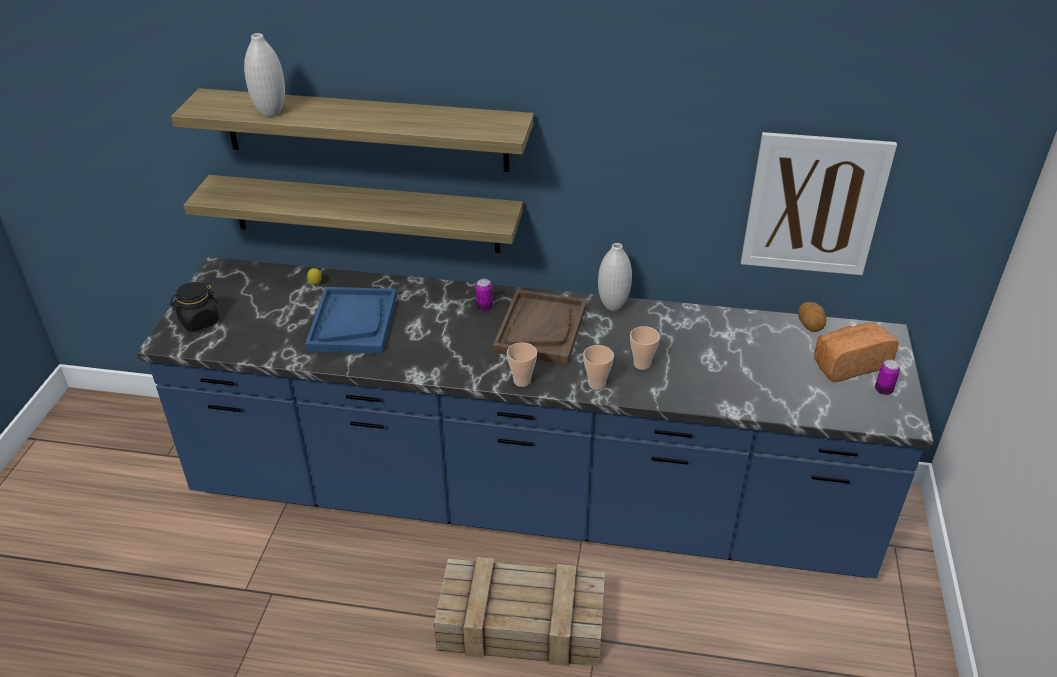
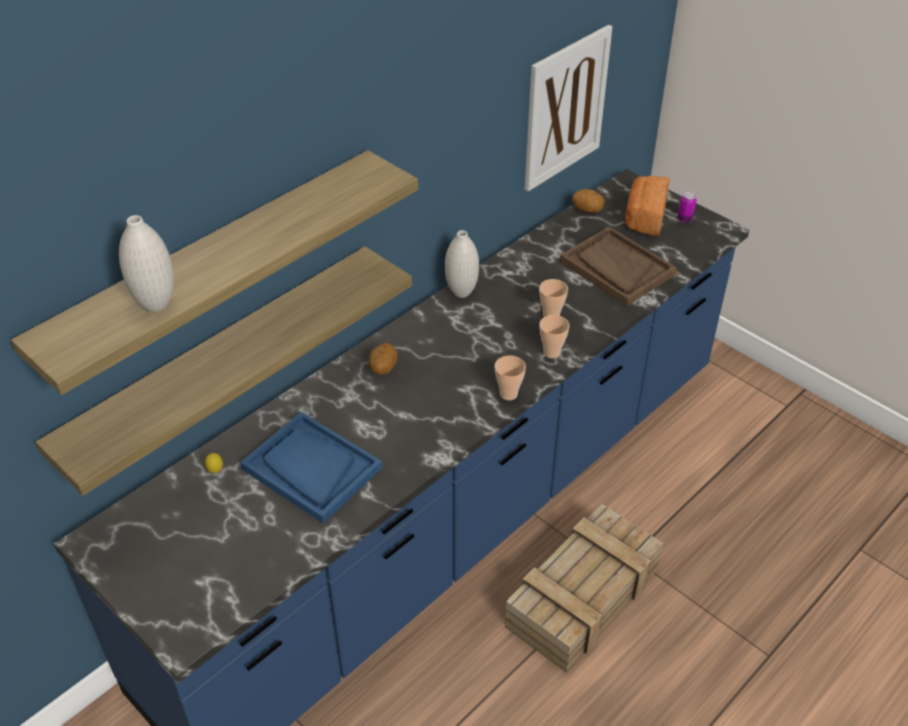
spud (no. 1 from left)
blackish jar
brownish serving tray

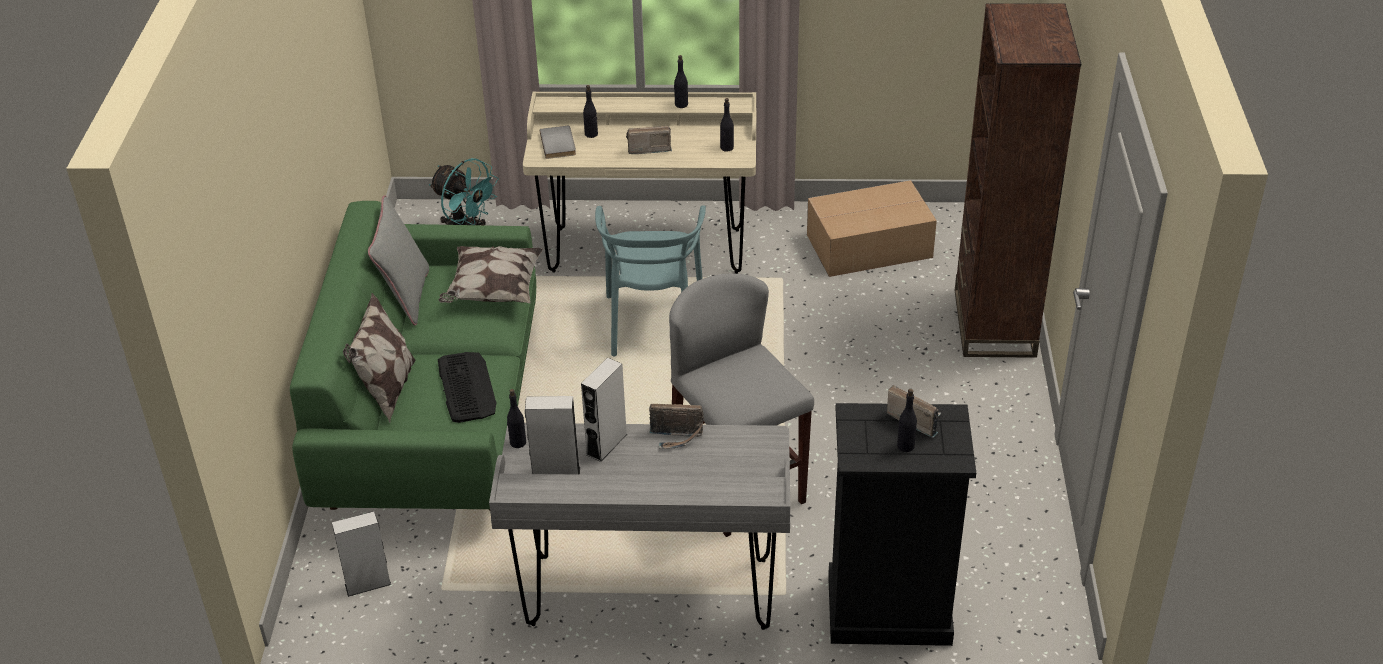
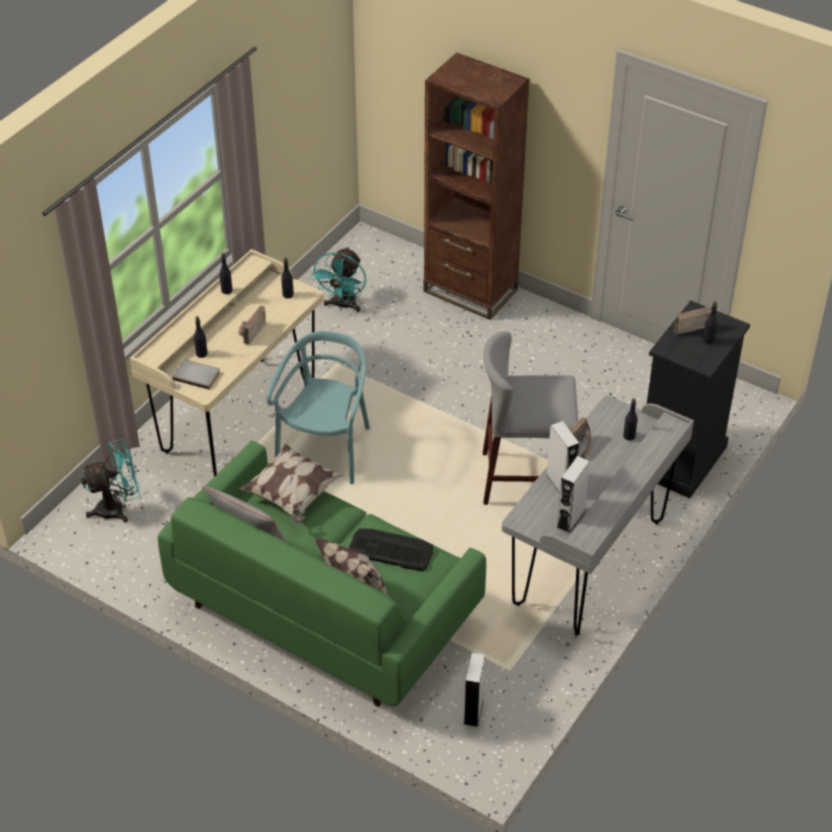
turquoise-coloured electric fan (no. 2 from left)
turquoise-coloured plain chair
blackish bottle (no. 4 from left)

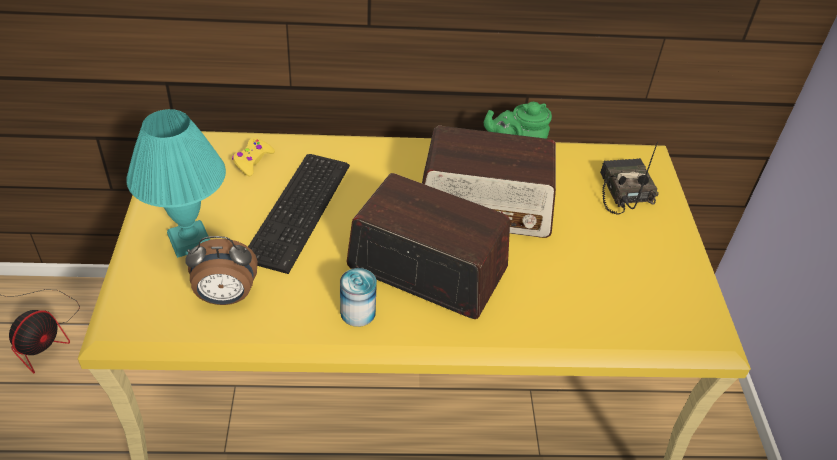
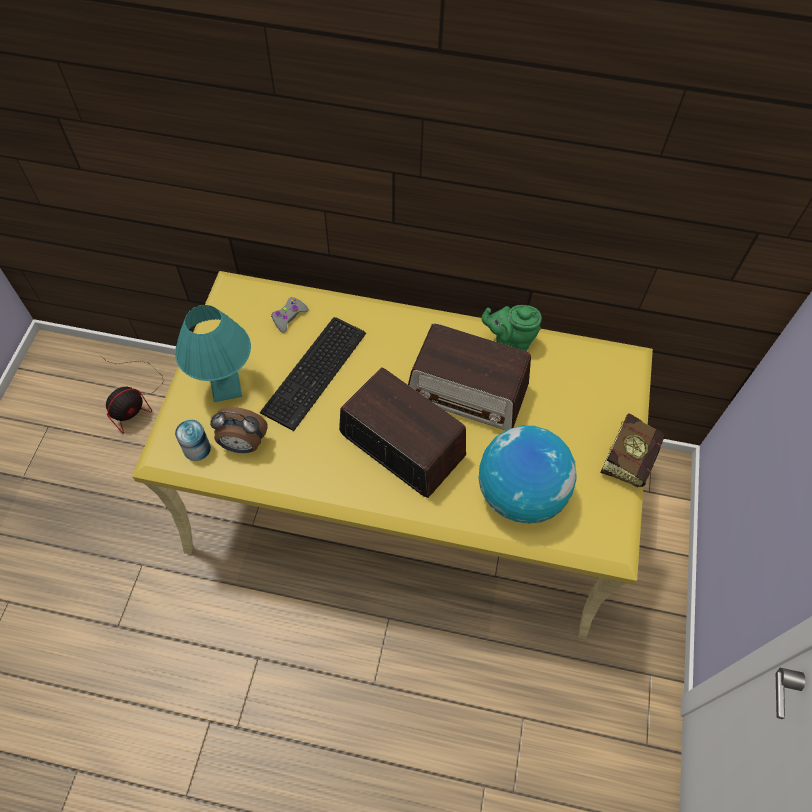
grey joypad
radio receiver (no. 3 from left in the first image)
can
book
globe

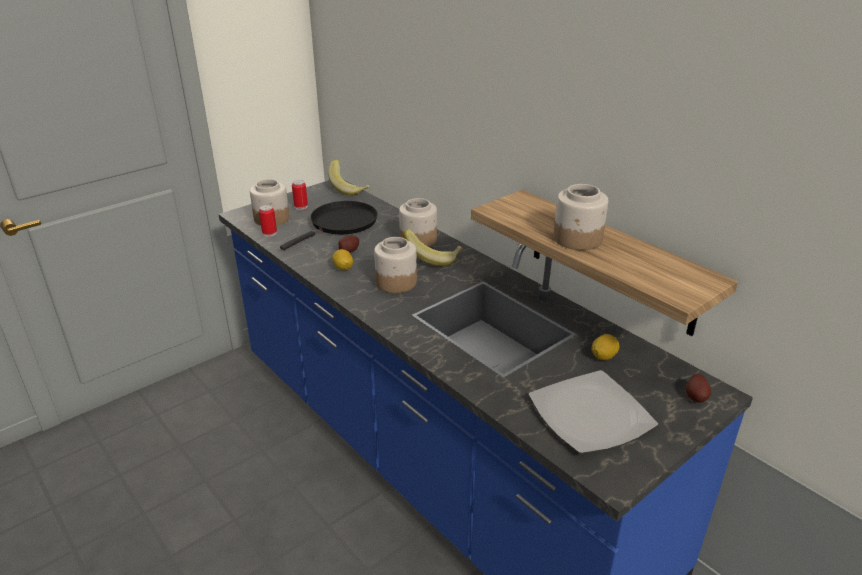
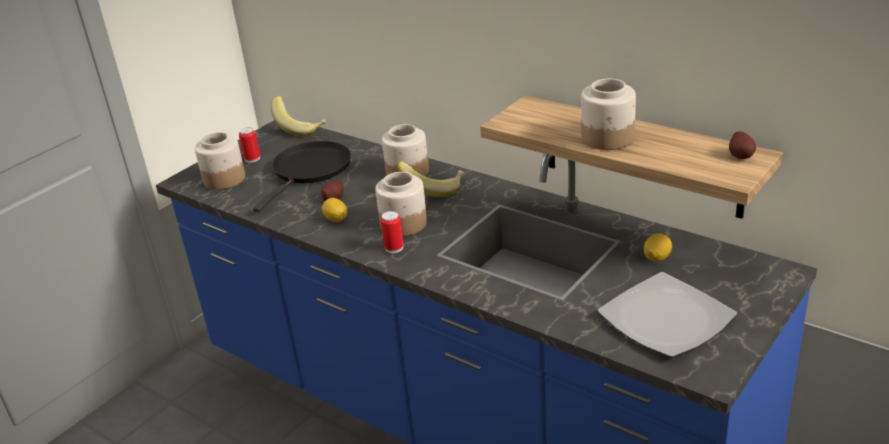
can (no. 2 from left)
spud (no. 2 from left)

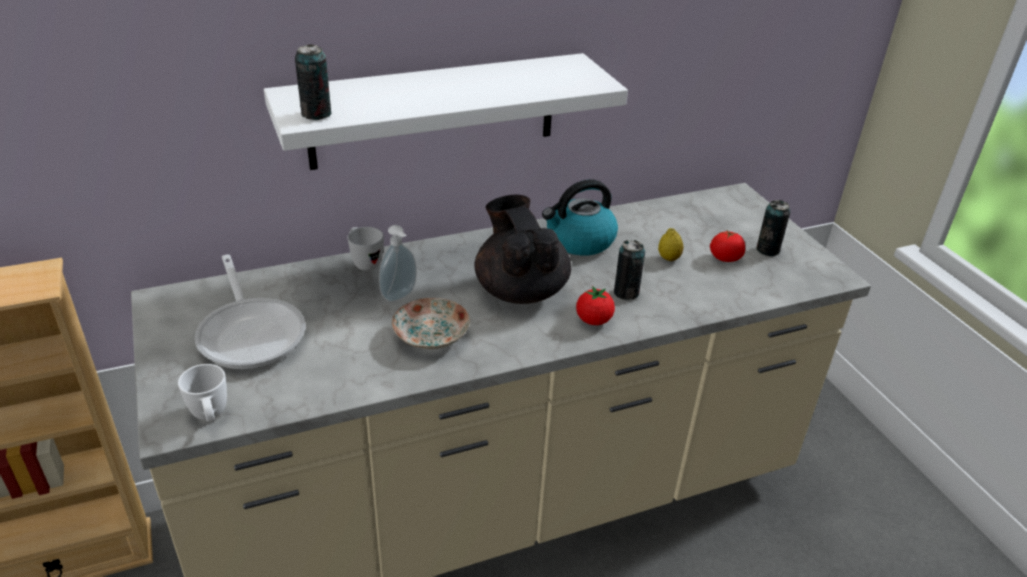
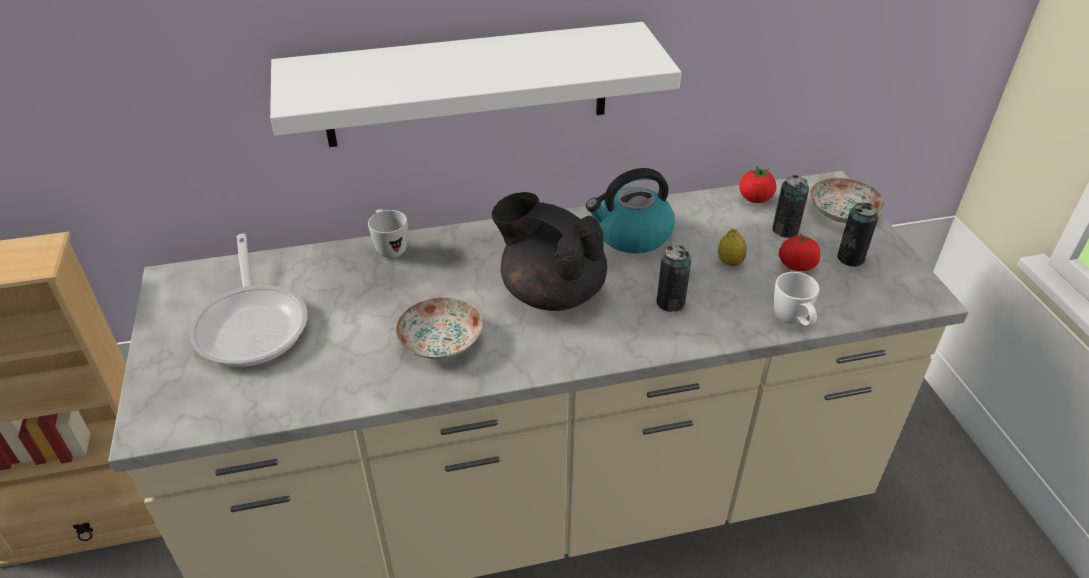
can (no. 2 from left)
blackish teapot
soap dispenser
whole tomato (no. 1 from left)
whitish tea mug (no. 2 from left)
dinner plate (no. 2 from left)

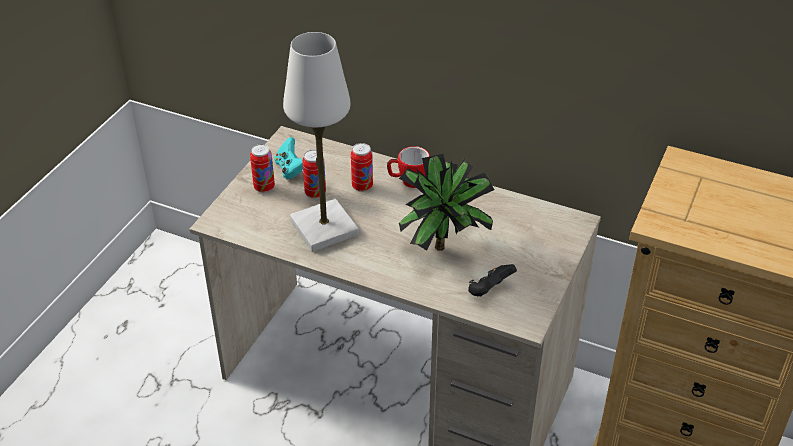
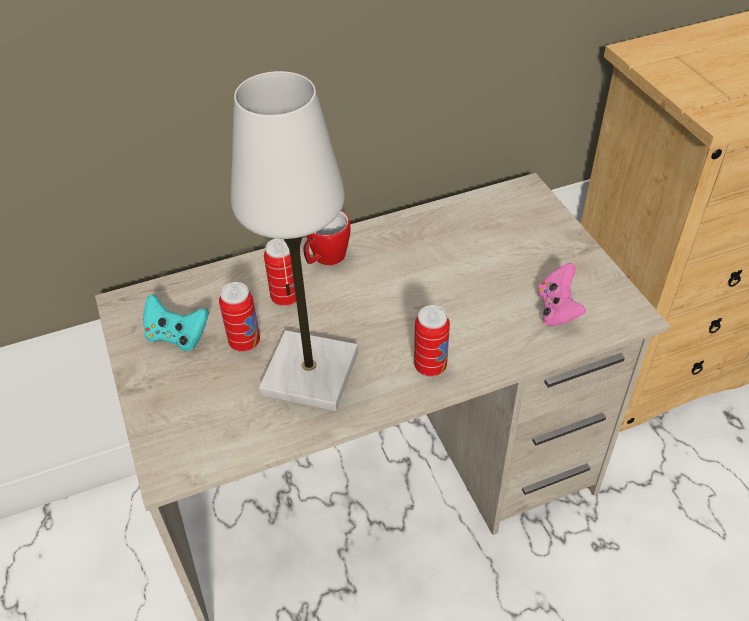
can (no. 3 from left)
potted plant
pinkish joypad

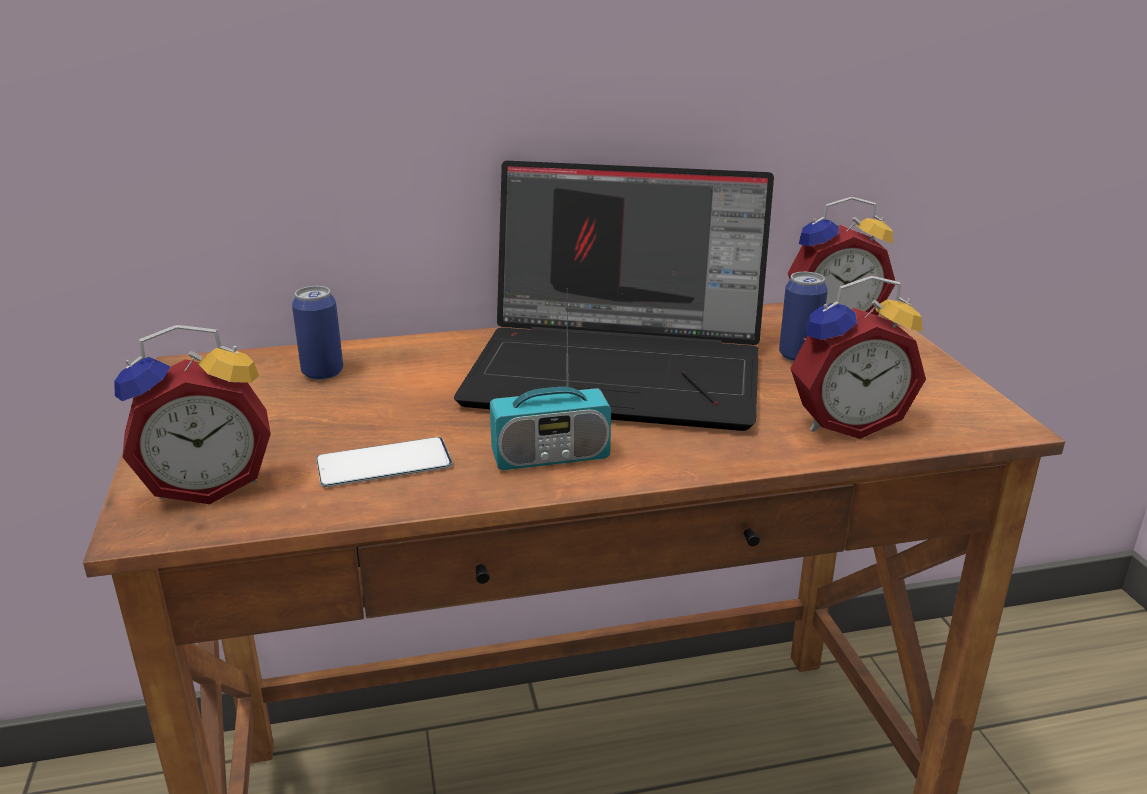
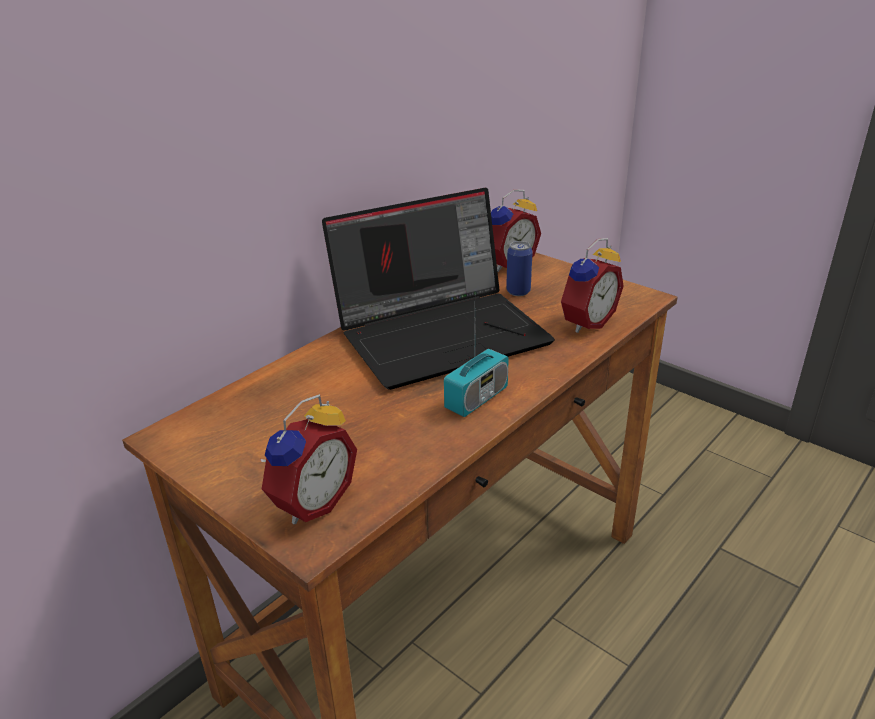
can (no. 1 from left in the first image)
phone

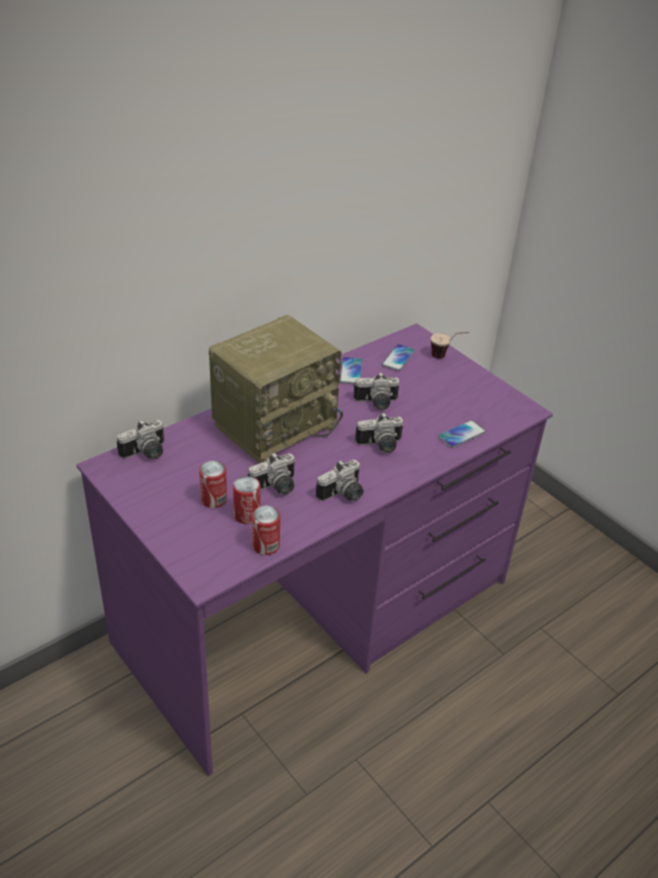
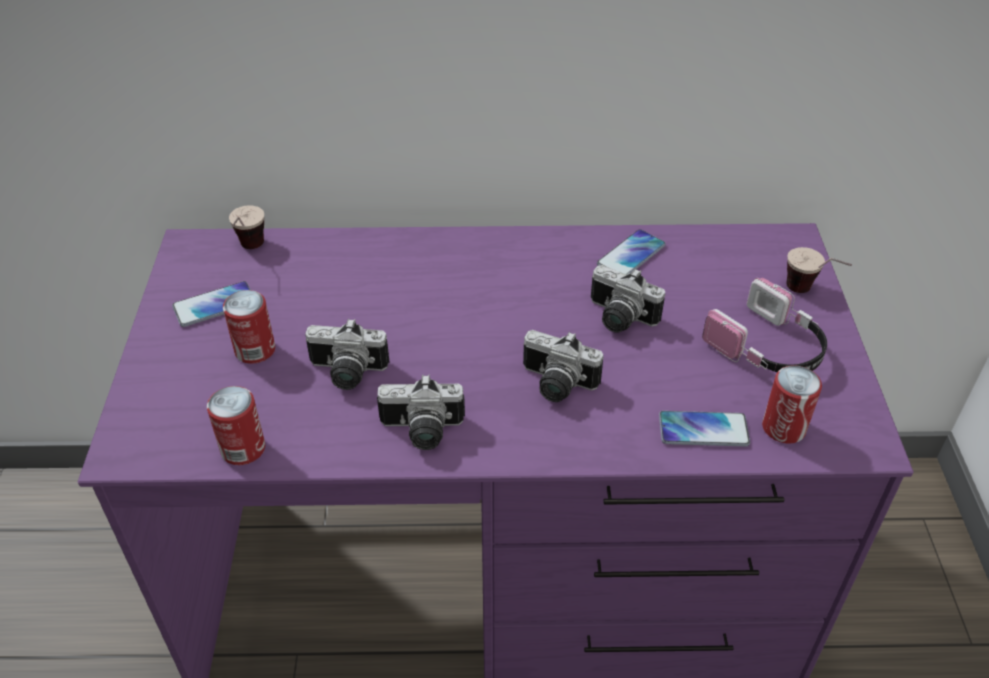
radio receiver
phone (no. 1 from left)
small cup (no. 1 from left)
can (no. 3 from left)
pair of headphones

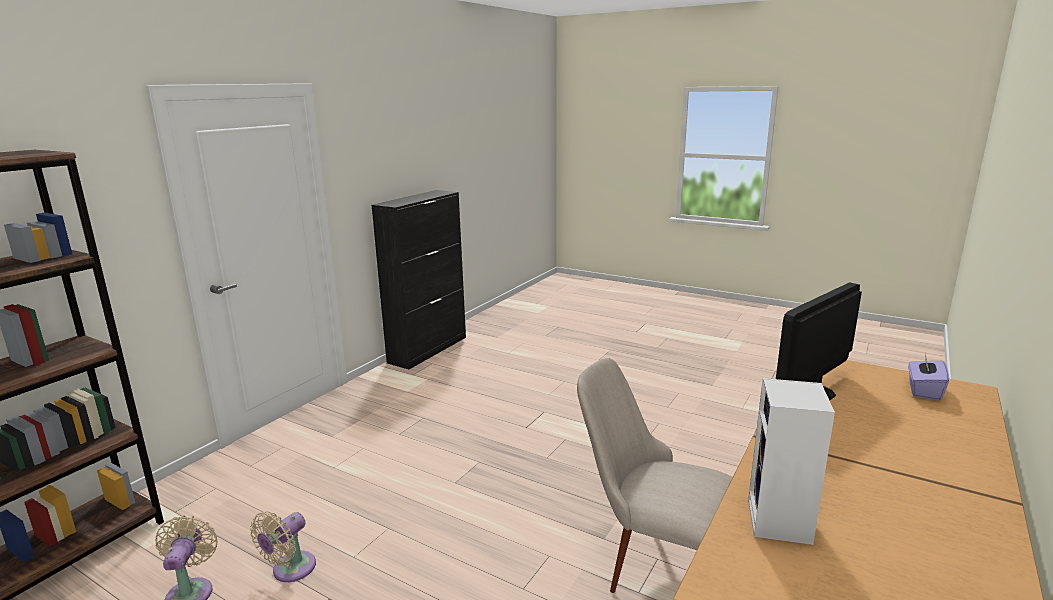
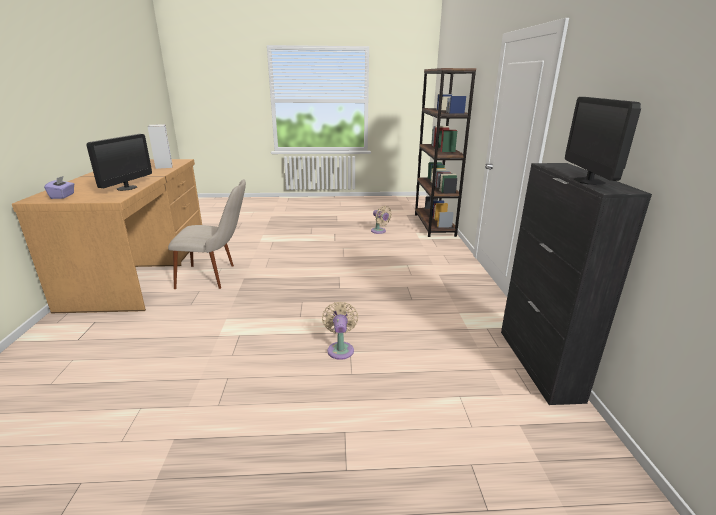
sand-coloured electric fan (no. 1 from left)
computer display (no. 2 from left)

